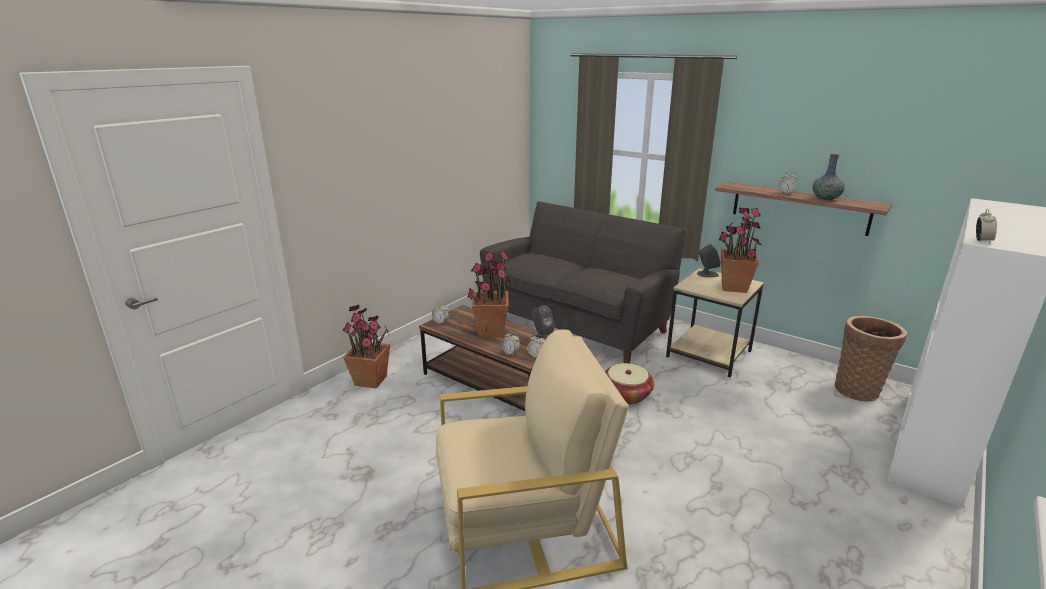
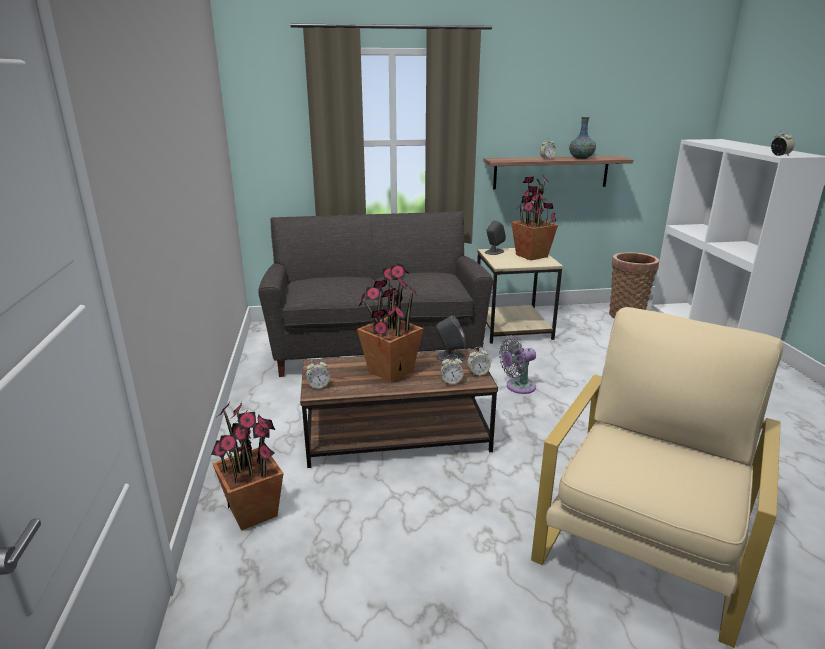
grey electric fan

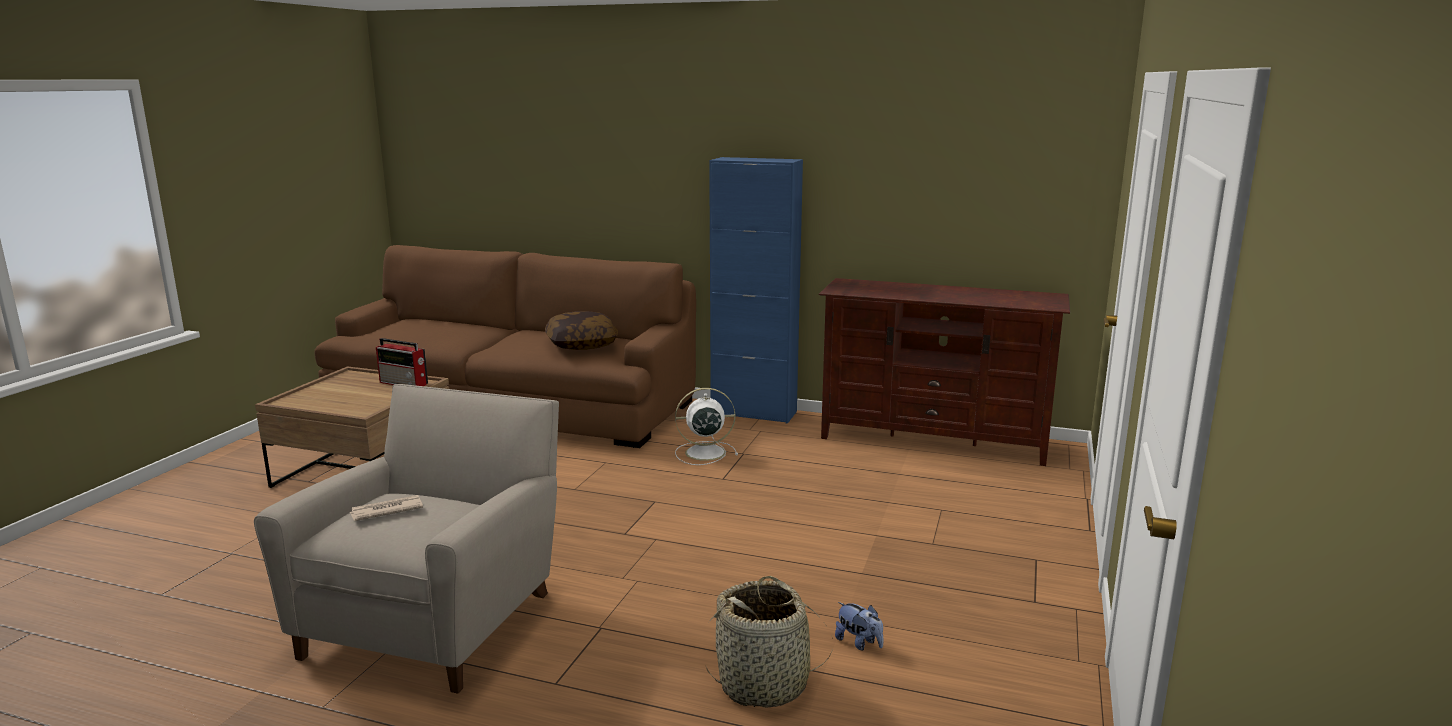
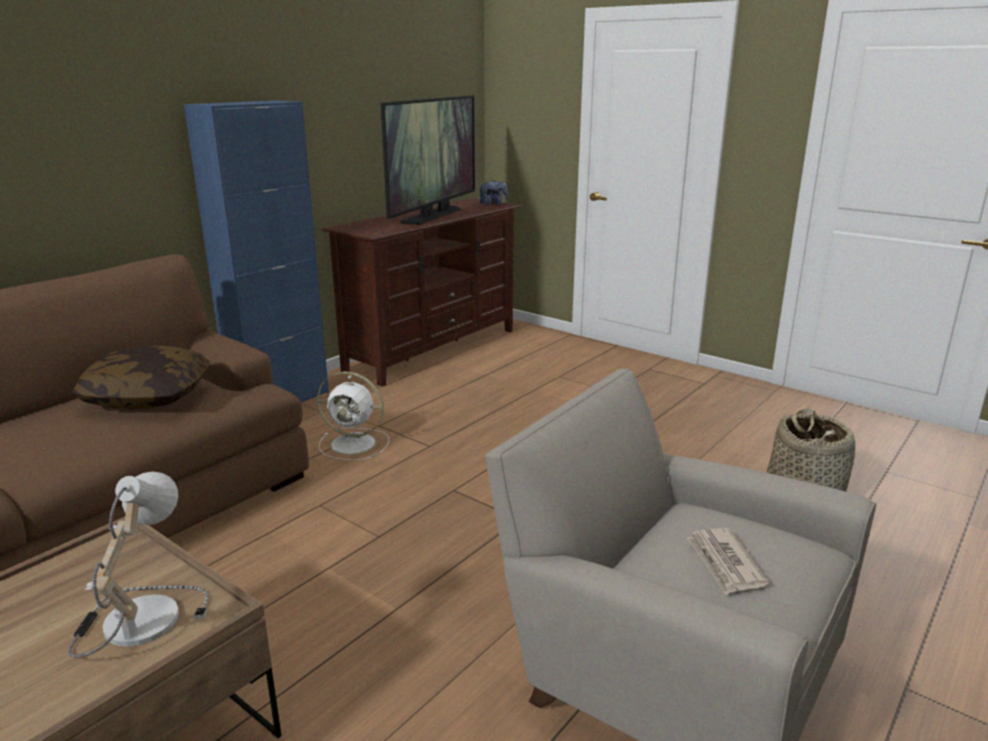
radio receiver
whitish electric fan
soft toy
TV
table lamp

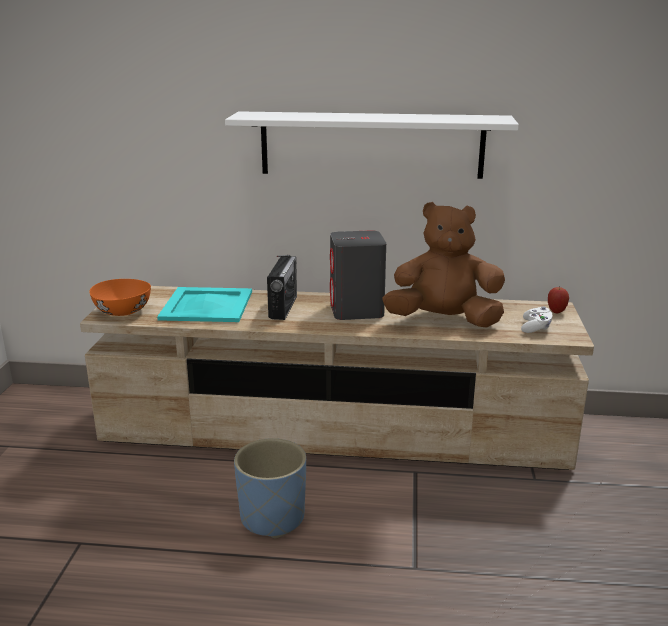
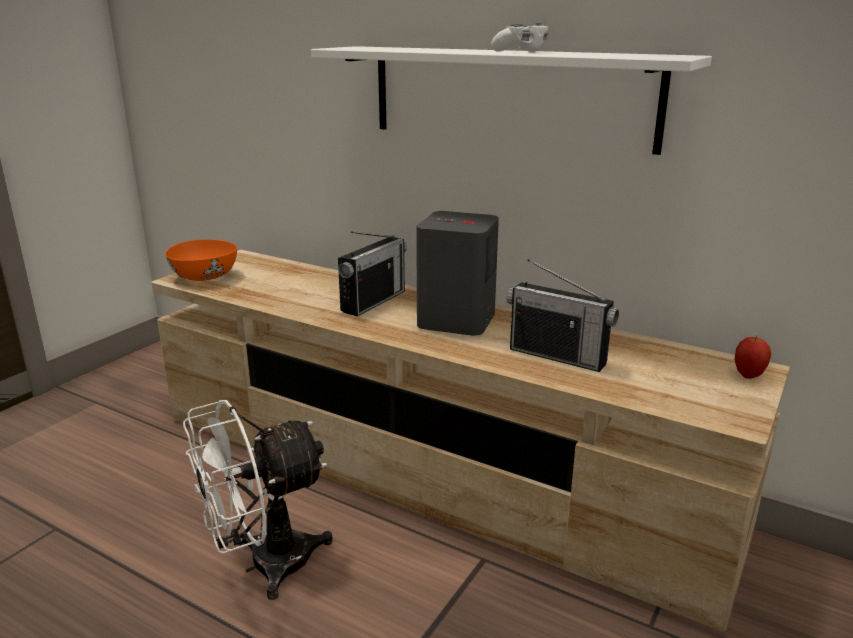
radio receiver (no. 2 from left)
turquoise-coloured serving tray
whitish joypad
whitish electric fan

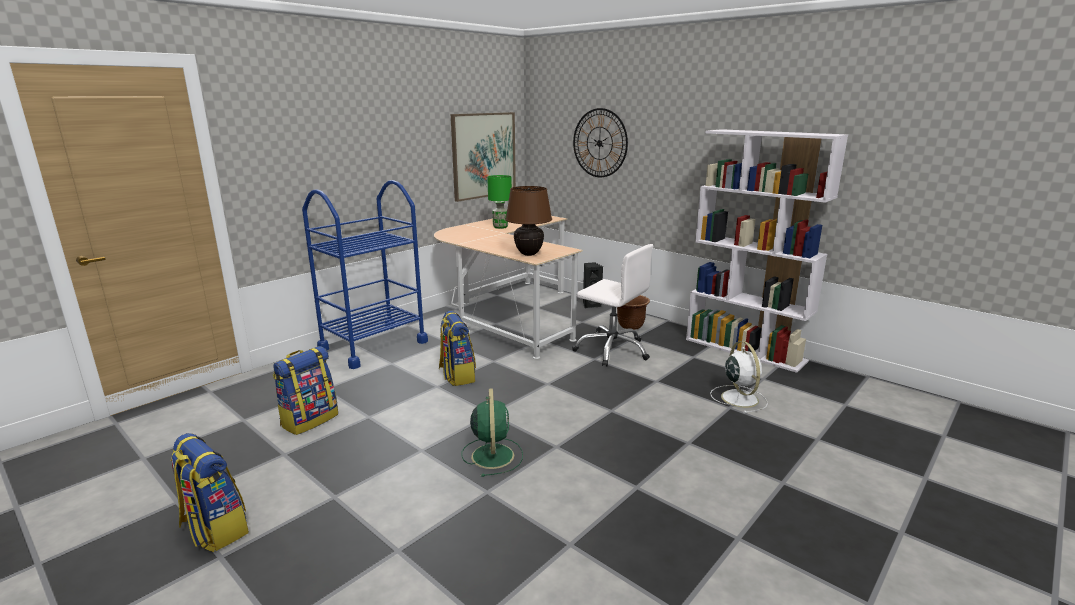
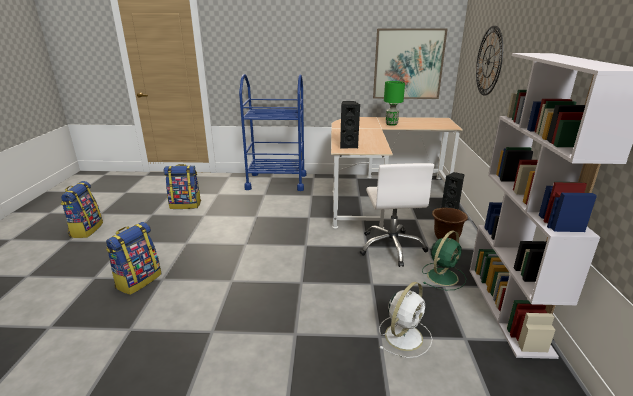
blackish audio speaker (no. 1 from left)
knapsack (no. 2 from left)
greenish electric fan

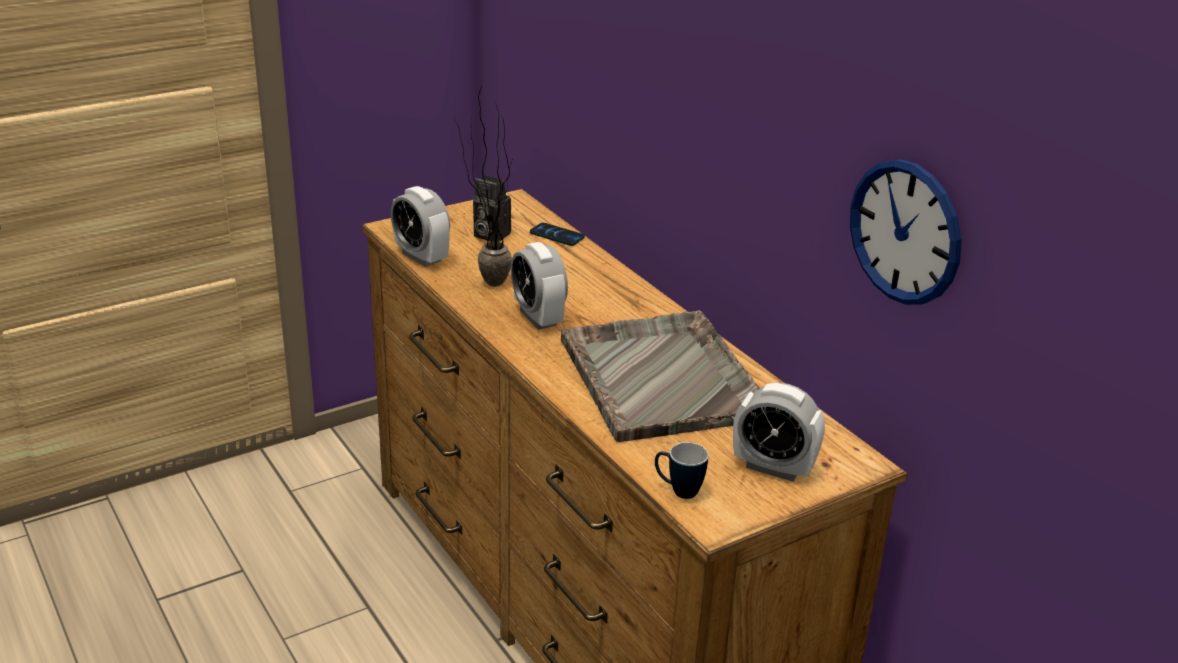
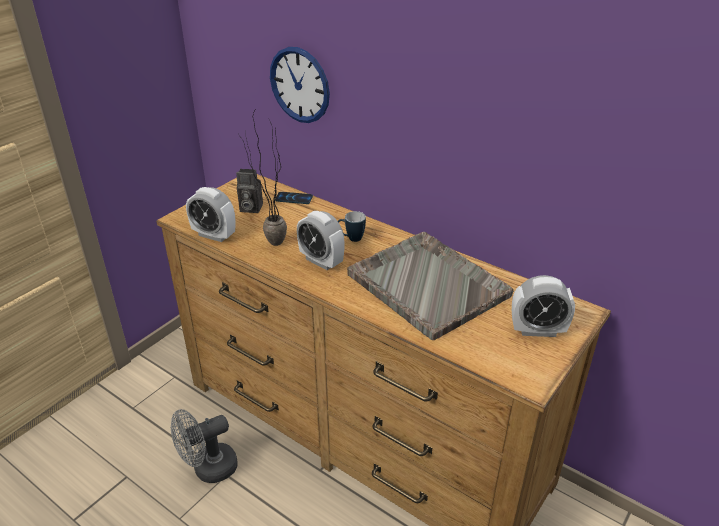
hanging clock
tea mug
grey electric fan

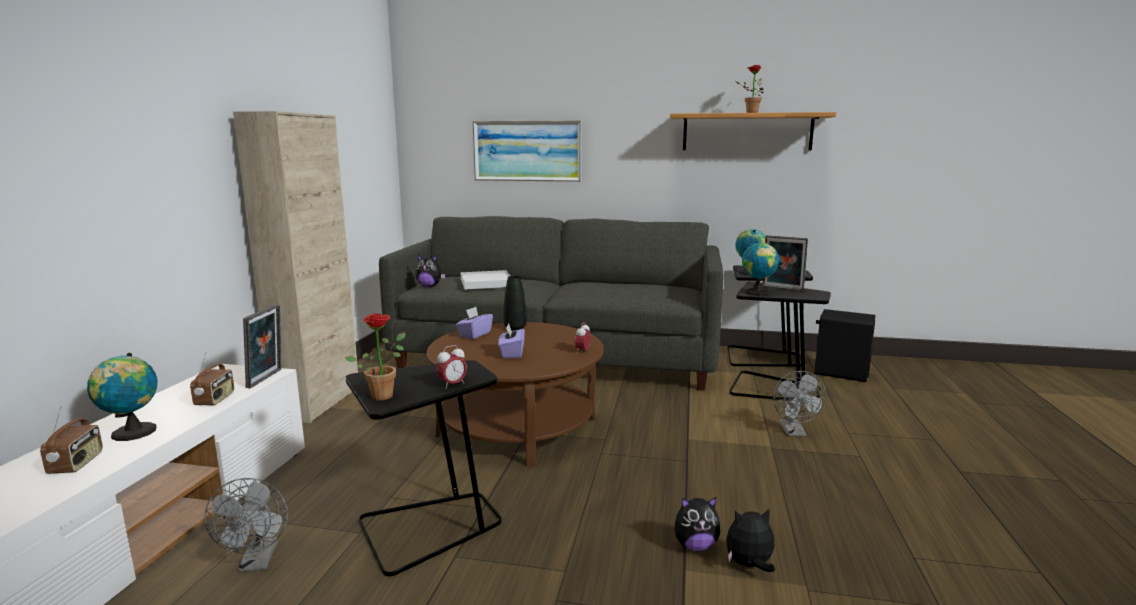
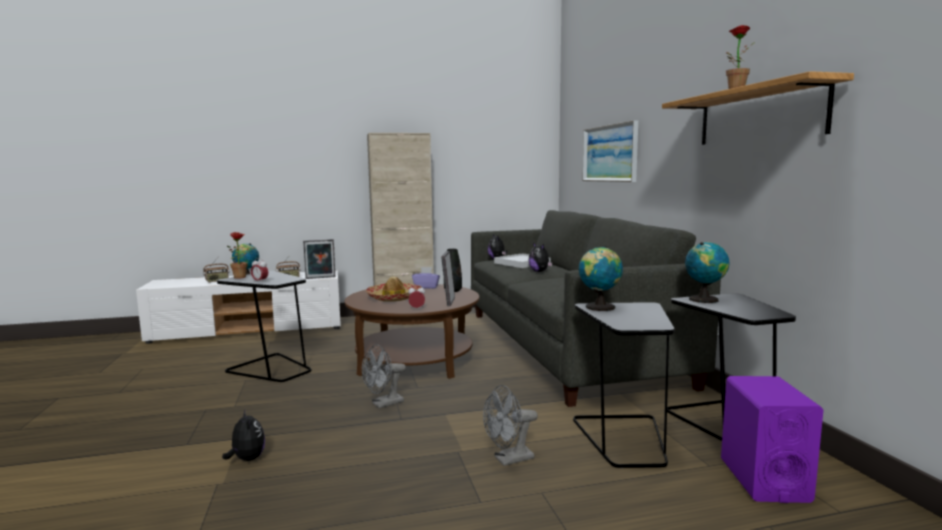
photo frame (no. 2 from left)
purple-coloured audio speaker
clothing hat
grey electric fan (no. 1 from left)
soft toy (no. 3 from left)

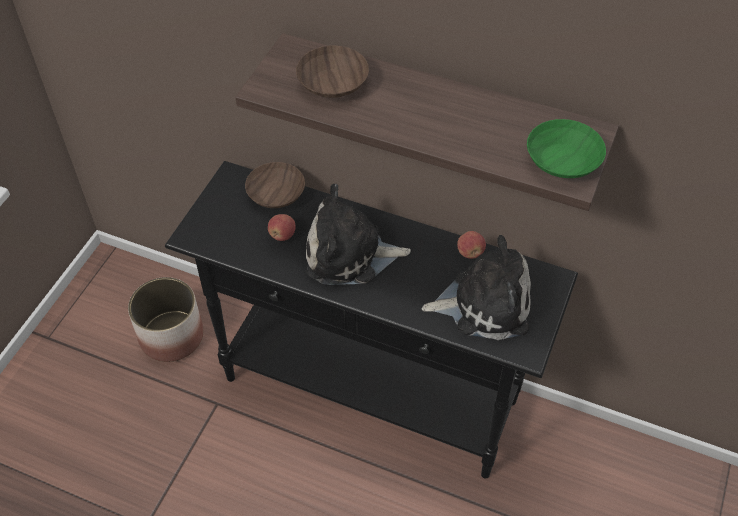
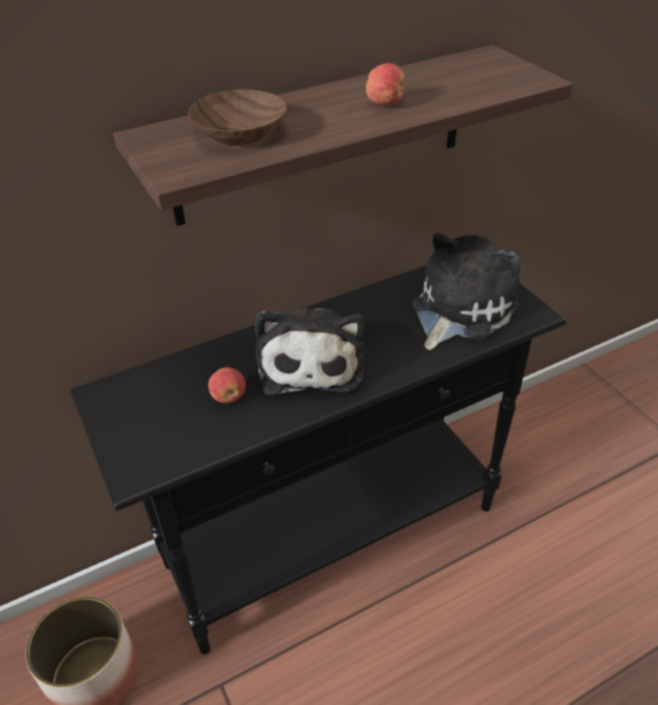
greenish bowl
brownish bowl (no. 1 from left in the first image)
soft toy (no. 1 from left)
whole apple (no. 2 from left)

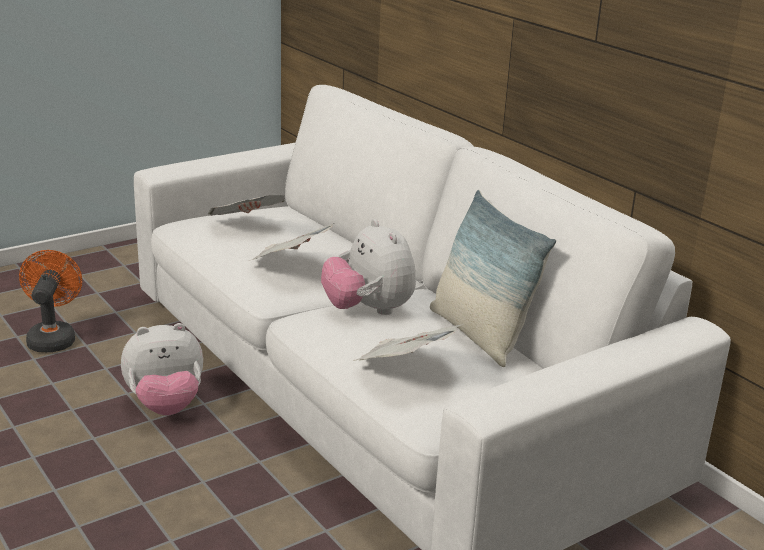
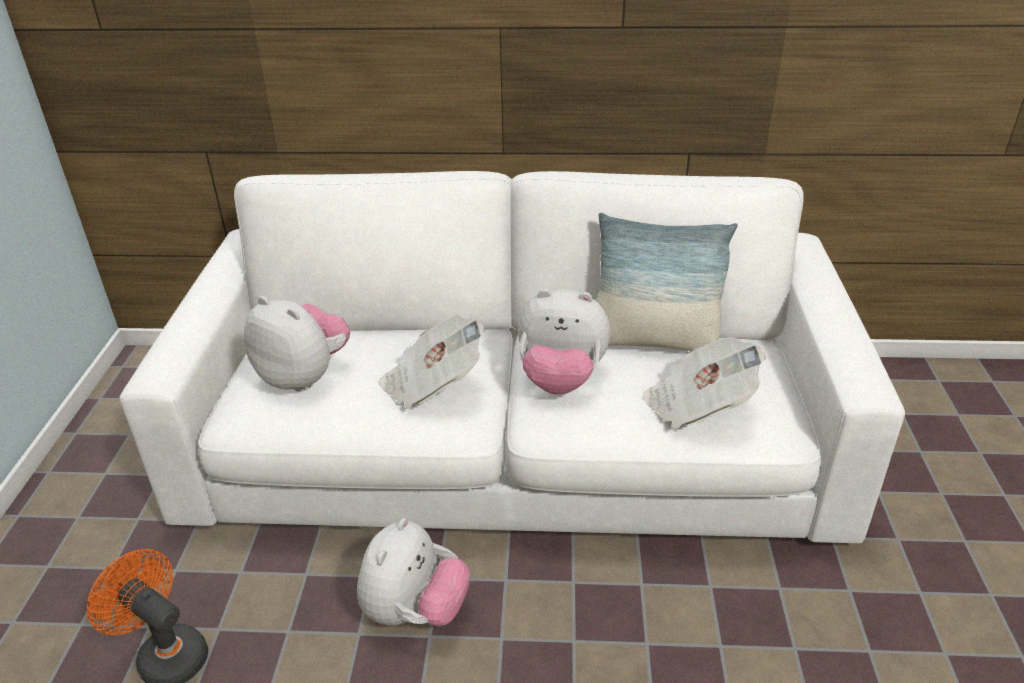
soft toy (no. 1 from left)

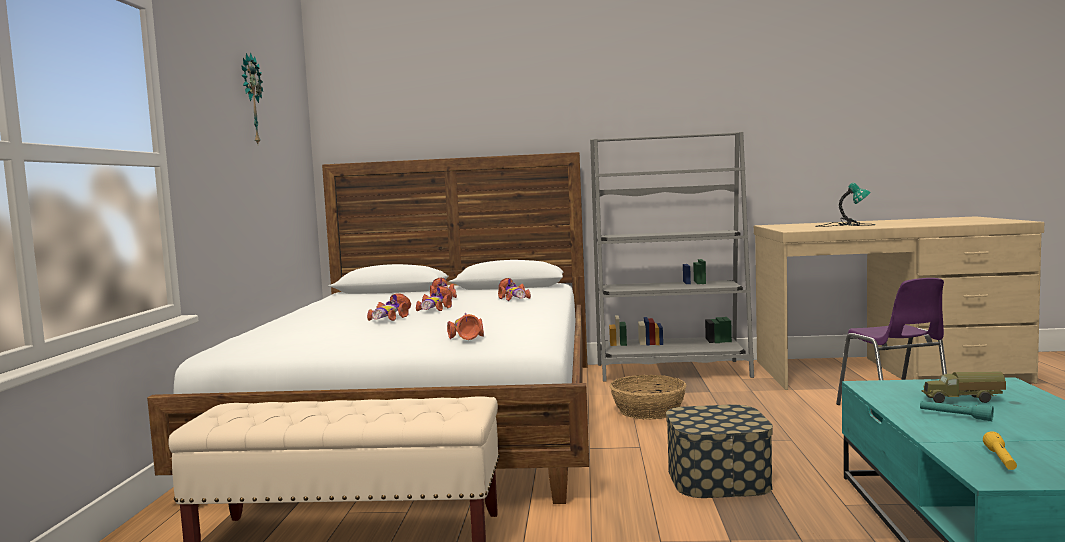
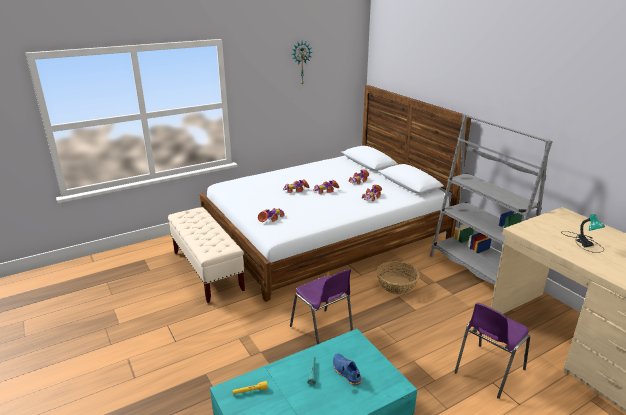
bluish shoe
purple-coloured plain chair (no. 1 from left)

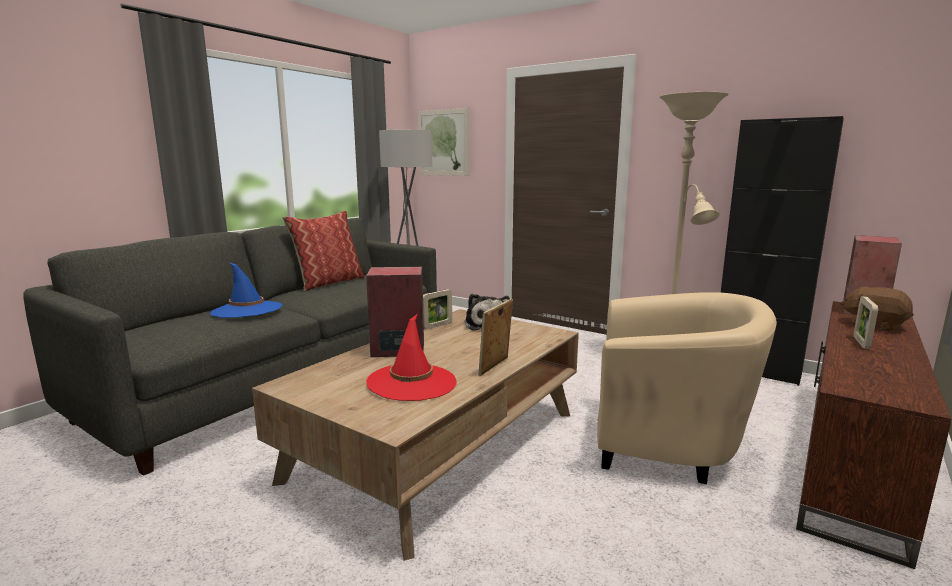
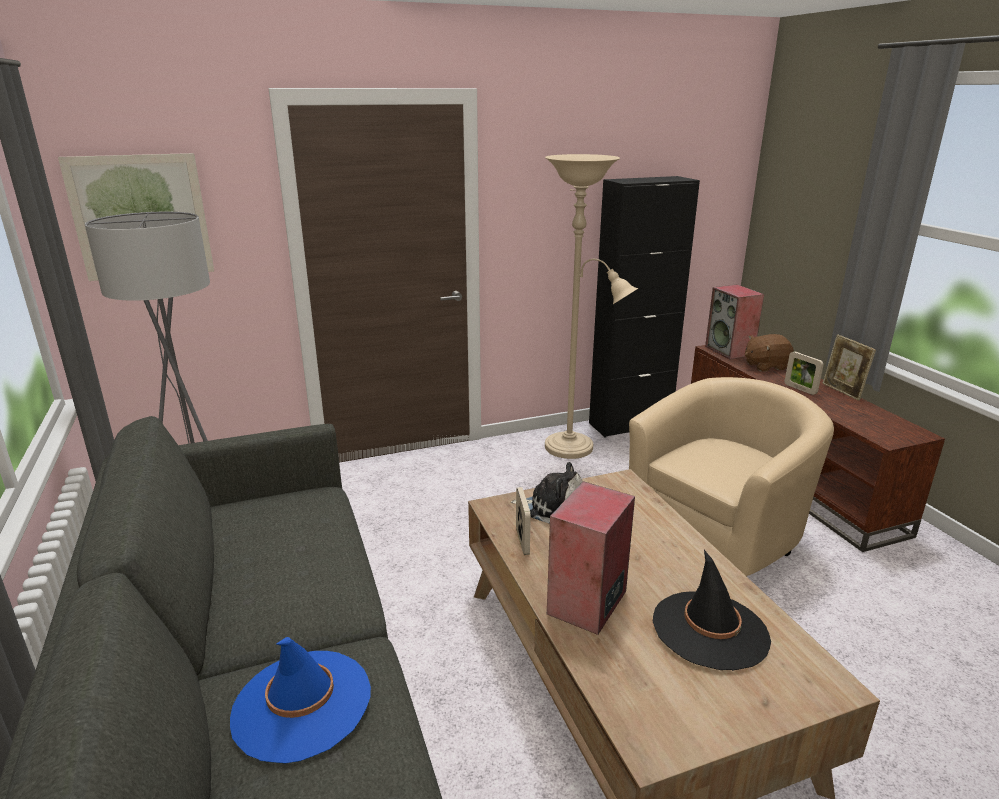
throw pillow
photo frame (no. 3 from left)
blackish clothing hat

